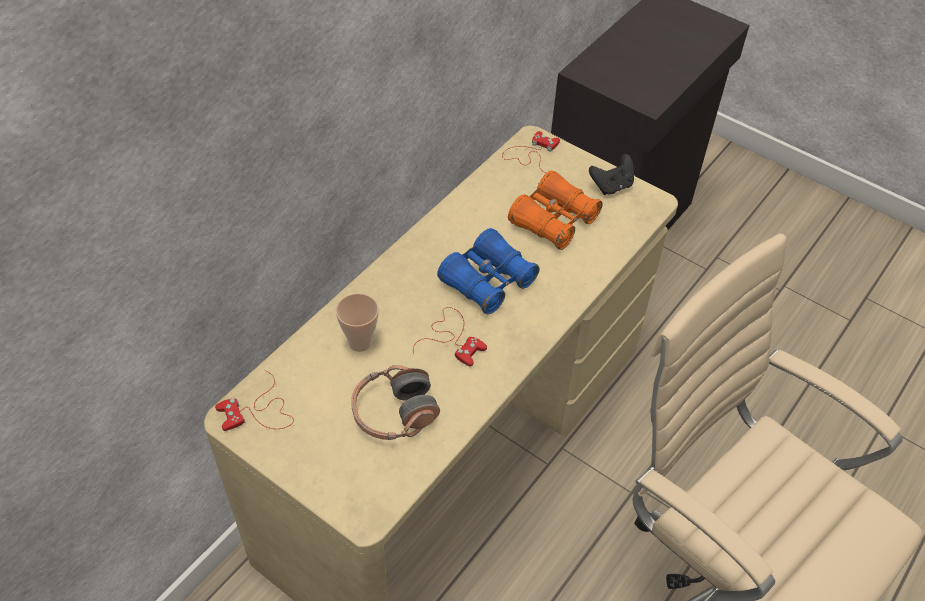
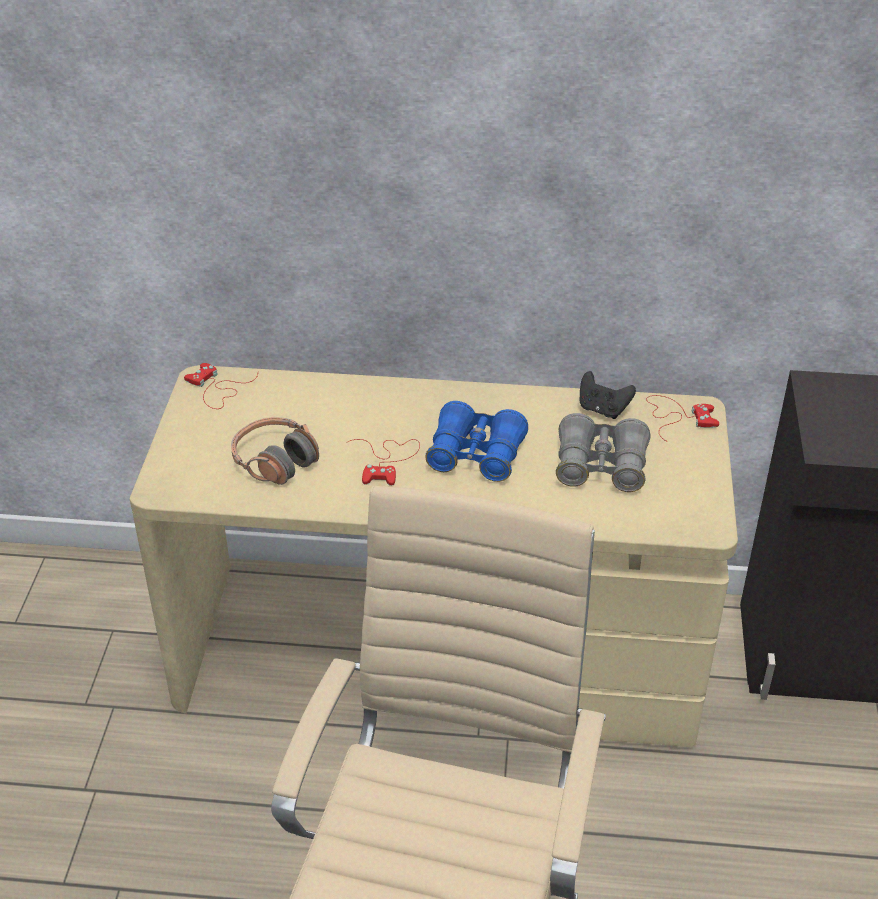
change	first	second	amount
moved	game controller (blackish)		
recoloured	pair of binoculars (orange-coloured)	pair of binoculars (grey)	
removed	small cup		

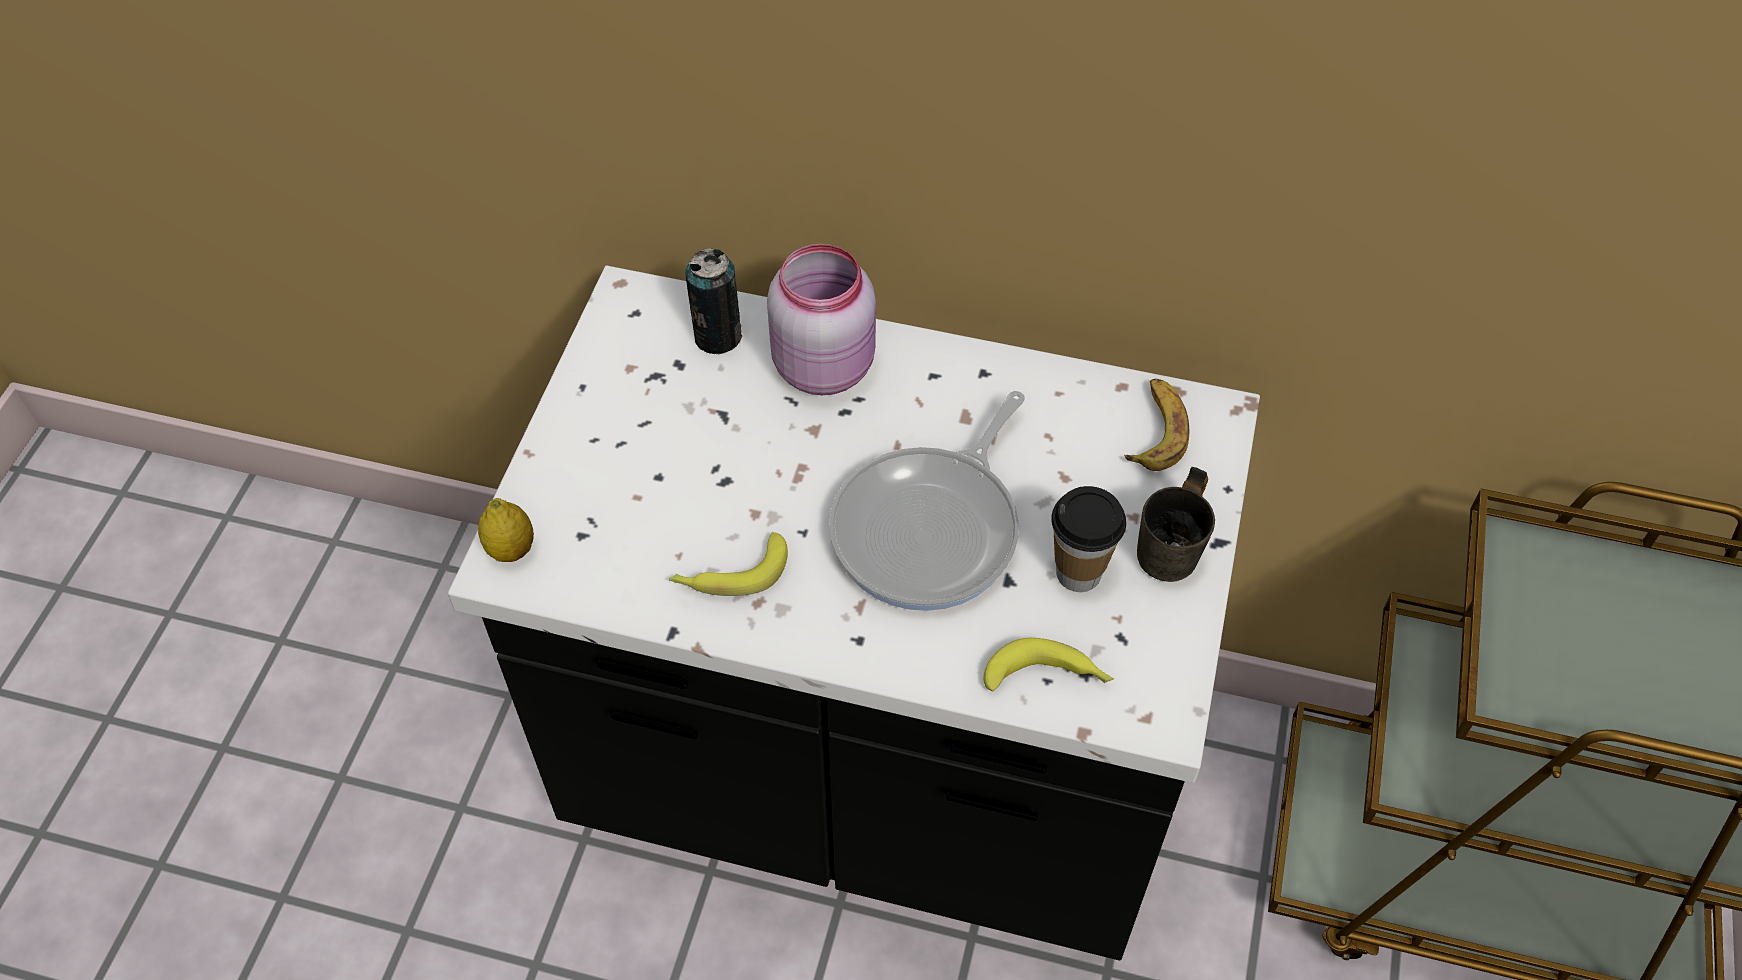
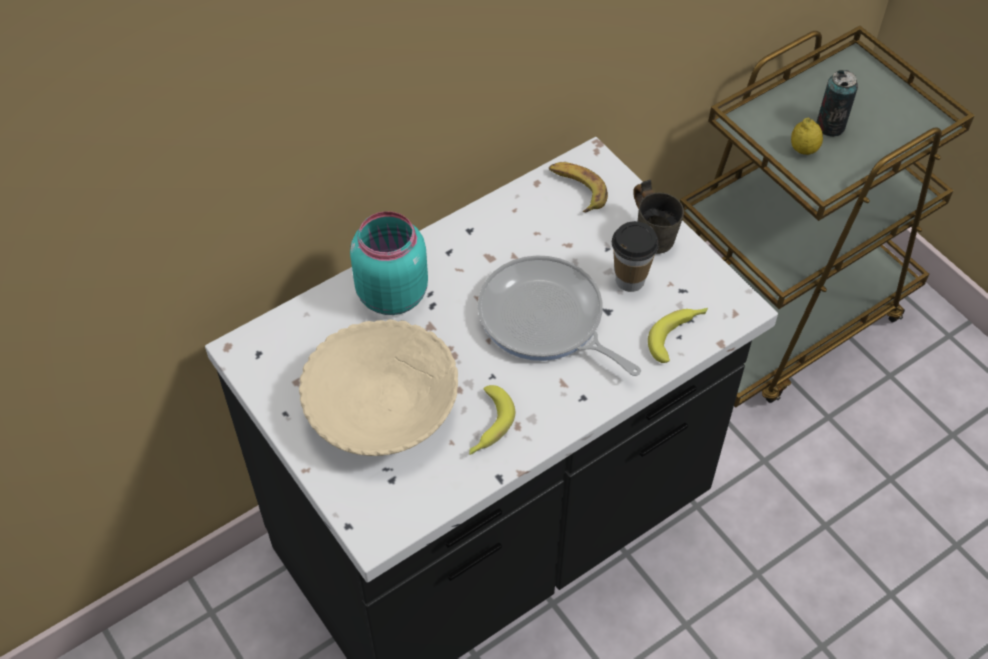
change	first	second	amount
recoloured	preserve jar (pink)	preserve jar (turquoise-coloured)	
moved	can		
turned	pan		150 degrees clockwise
moved	citrus fruit		
added		deep dish (beige-coloured)	

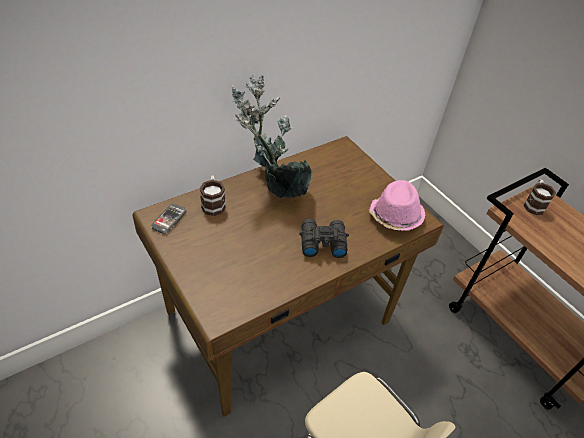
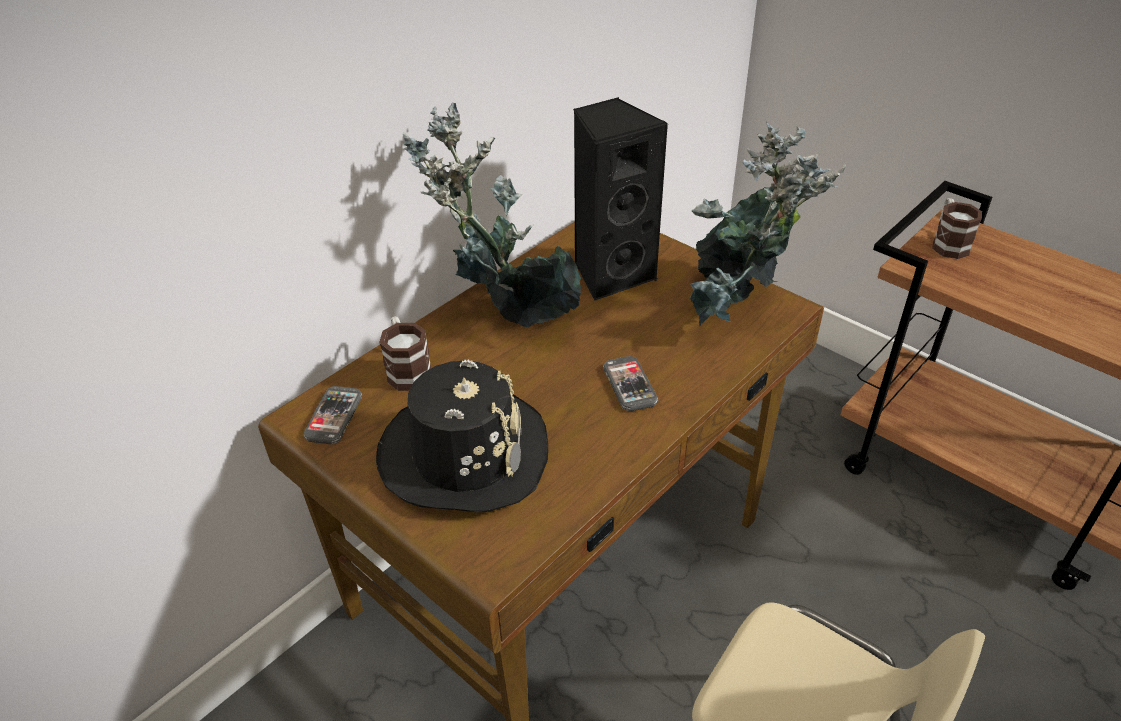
change	first	second	amount
replaced	wearable hat (pink)	houseplant (2nd from left)	
replaced	pair of binoculars (blackish)	handset (2nd from left)	
added		loudspeaker (blackish)	
added		wearable hat (blackish)	

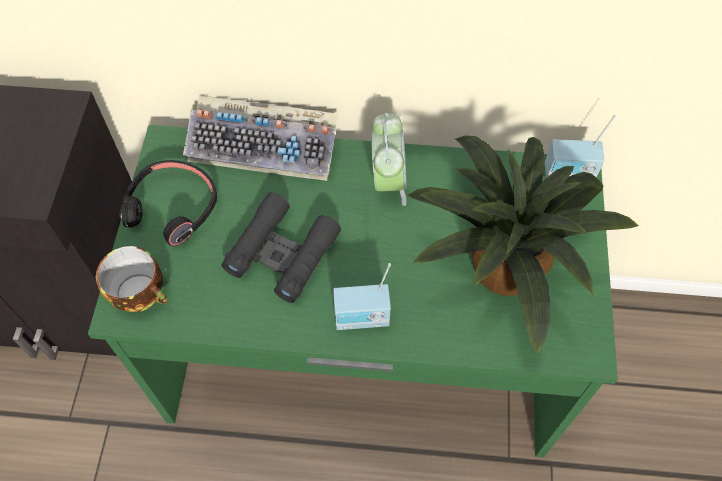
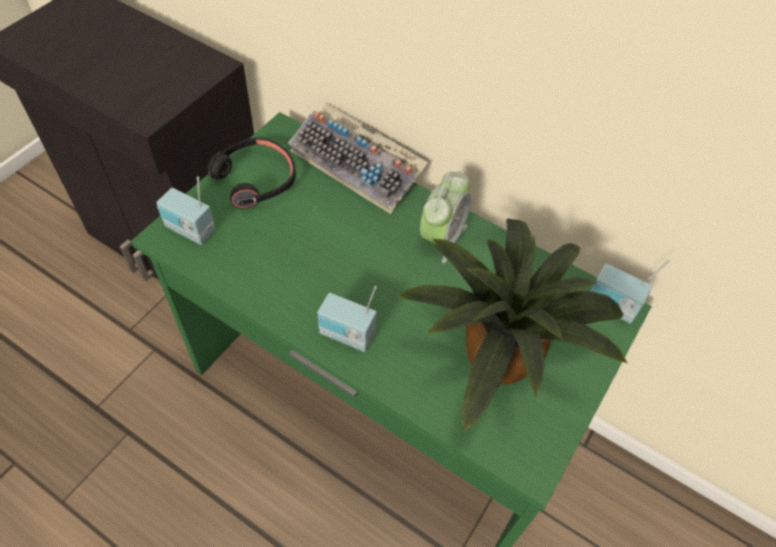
change	first	second	amount
removed	pair of binoculars (blackish)		
replaced	small cup	radio (1st from left)	

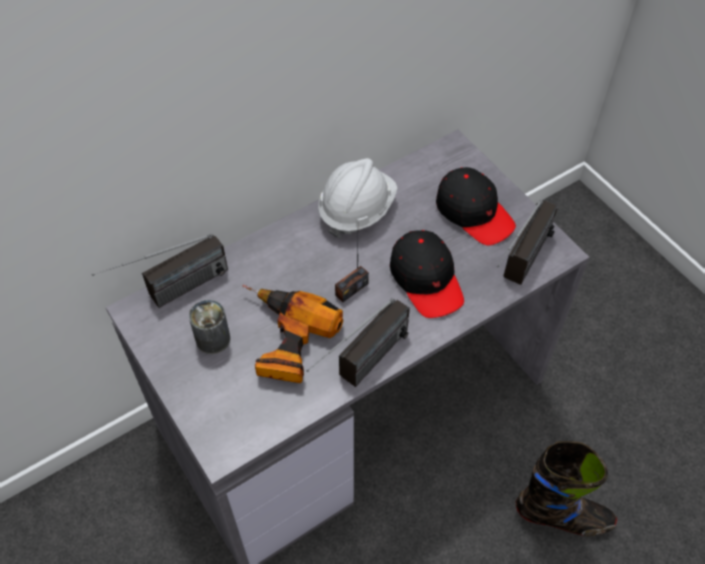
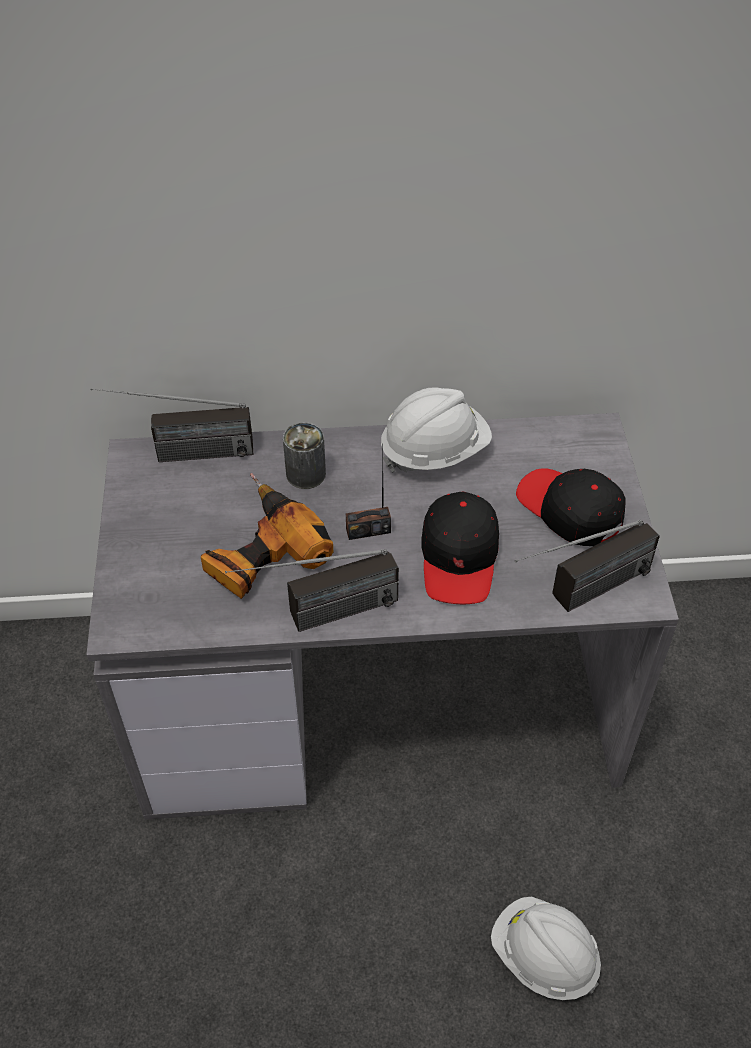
change	first	second	amount
turned	cap (blackish) (2nd from left)		150 degrees clockwise
moved	can		
replaced	tall boot (blackish)	safety helmet (white) (2nd from left)	

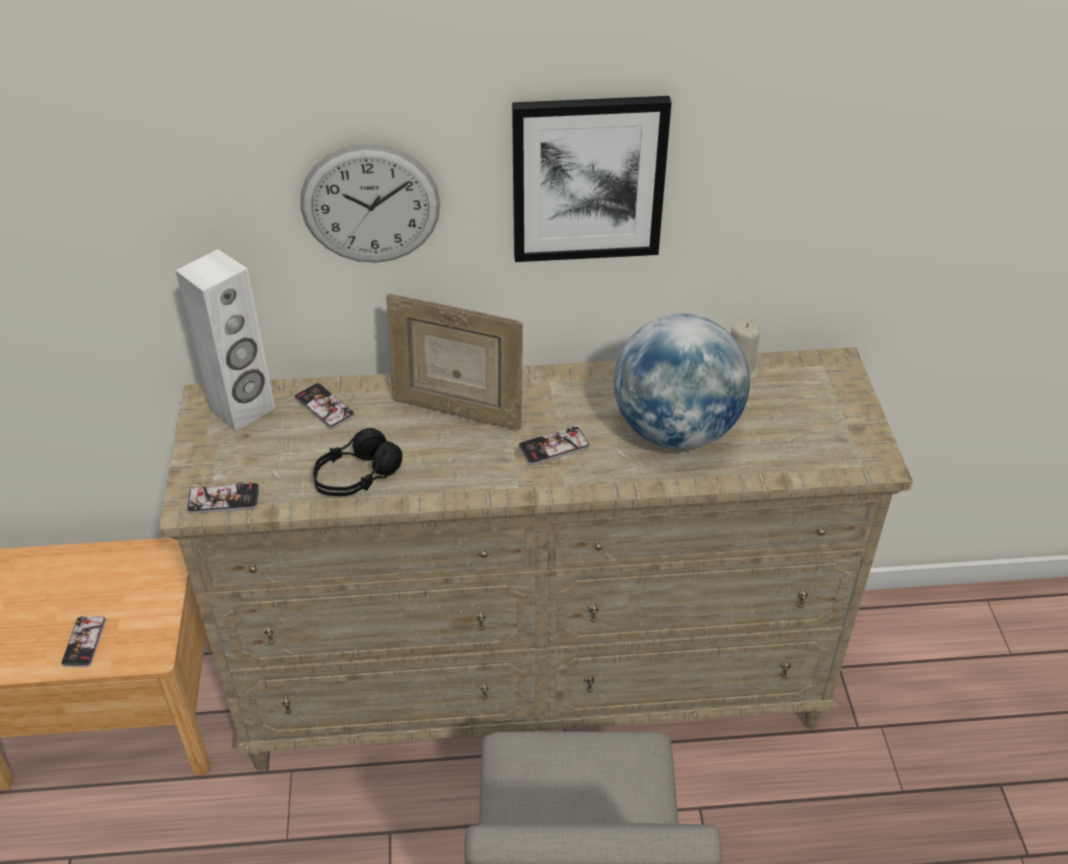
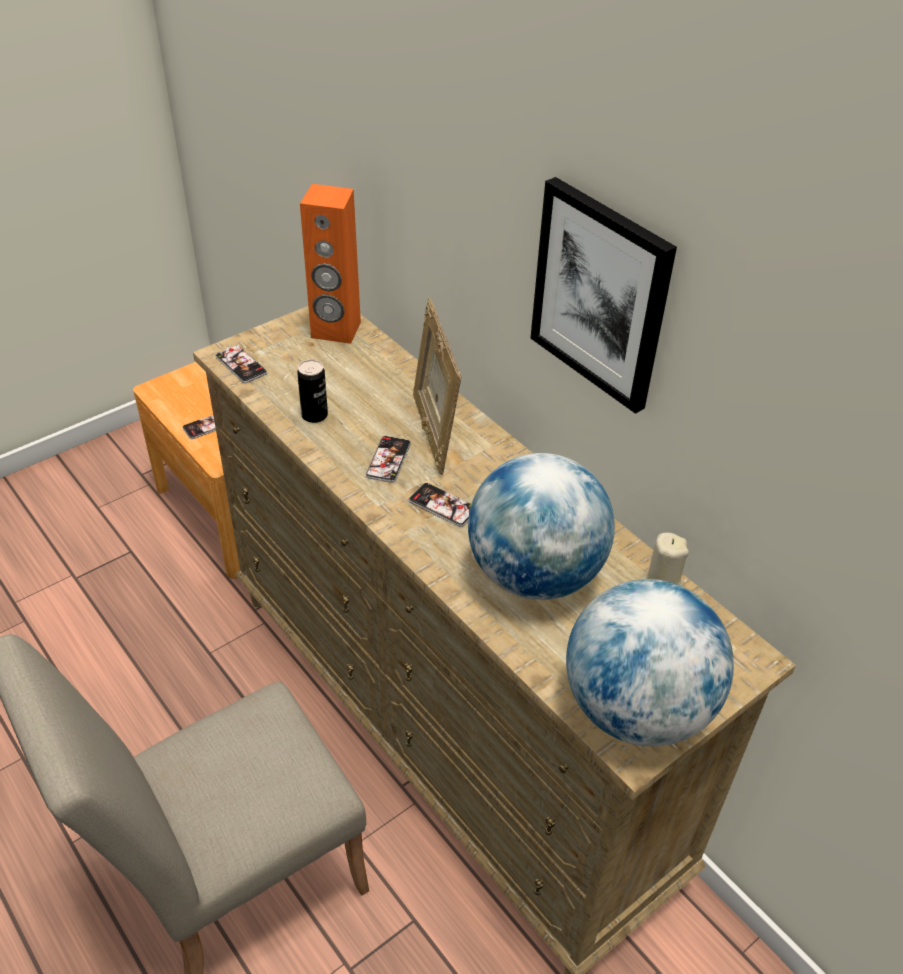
change	first	second	amount
removed	hanging clock		
recoloured	loudspeaker (white)	loudspeaker (orange-coloured)	
moved	handset (3rd from left)		
replaced	headset (blackish)	can	
added		globe (2nd from left)	

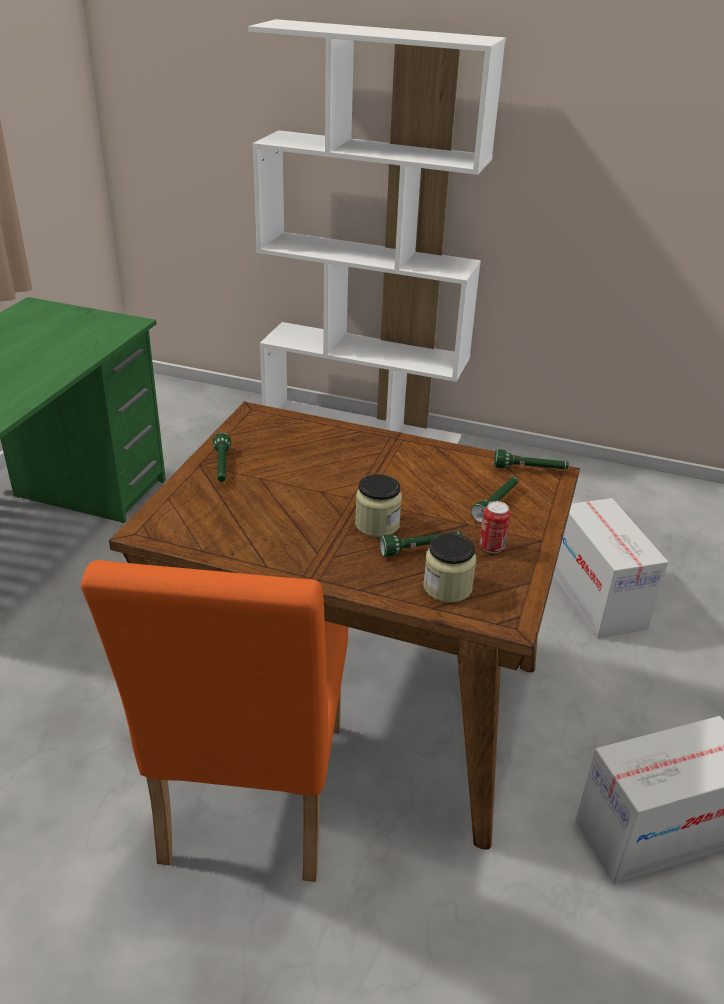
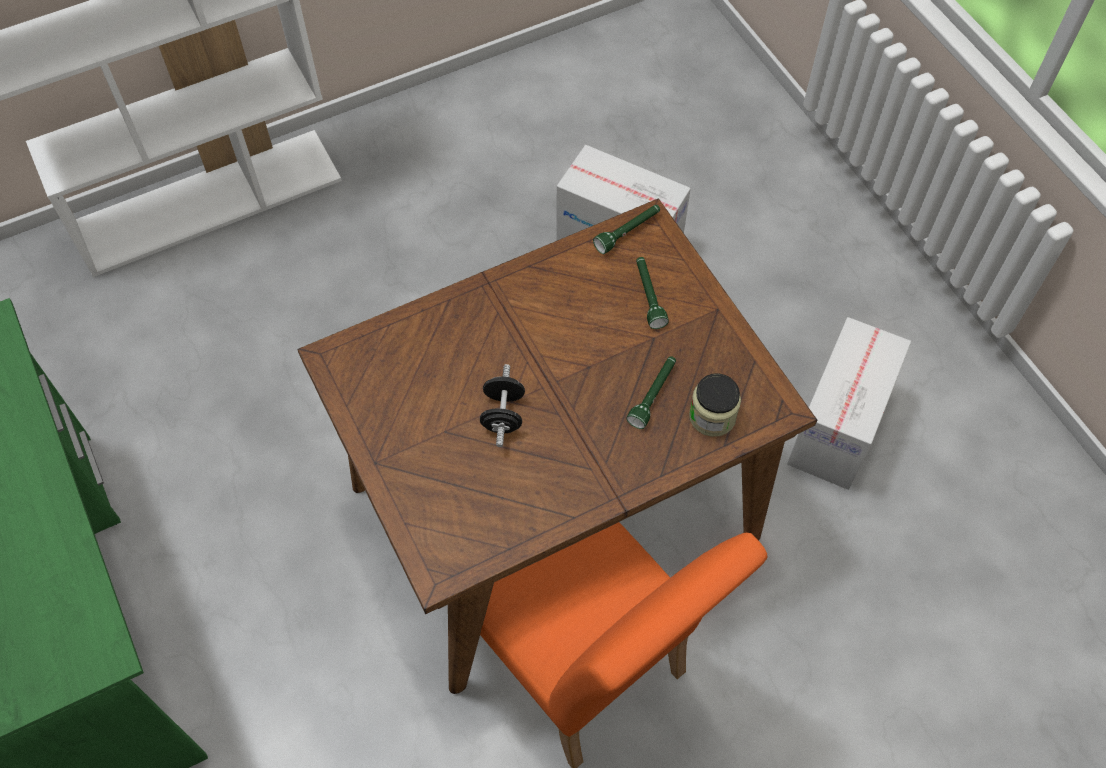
change	first	second	amount
removed	hand torch (green) (1st from left)		
removed	preserve jar (1st from left)		
removed	can		
added		free weight (blackish)	

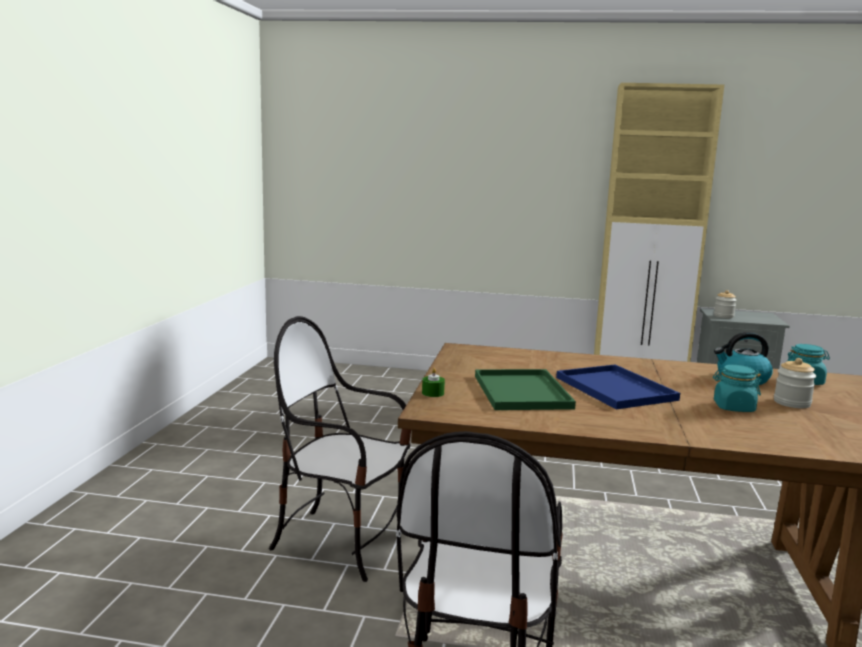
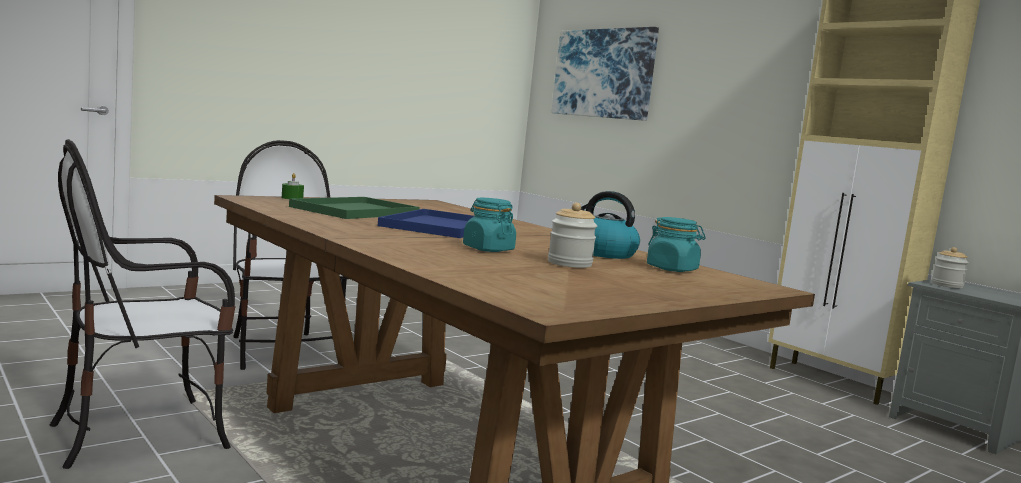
change	first	second	amount
added		picture	

